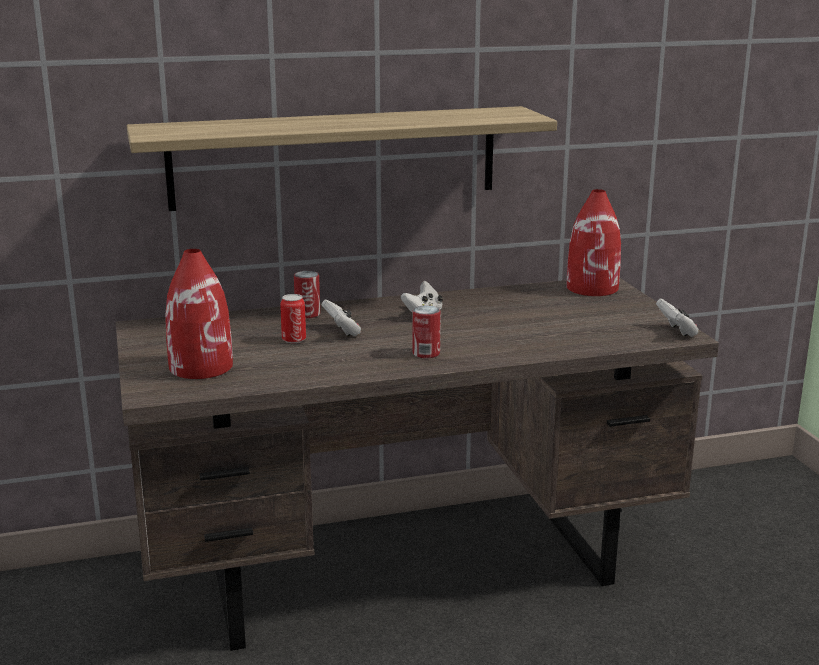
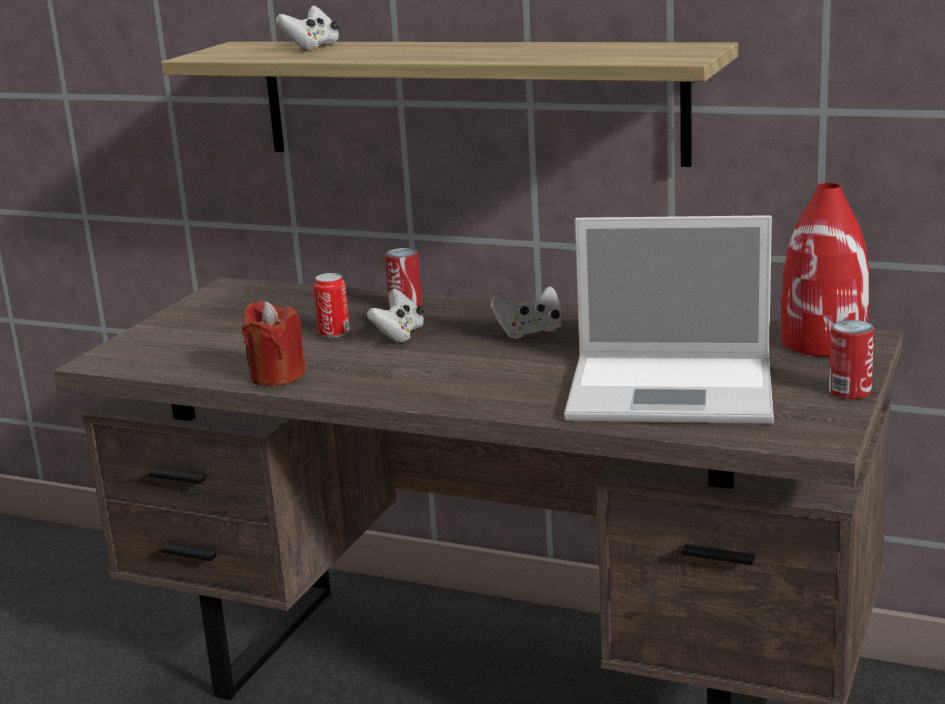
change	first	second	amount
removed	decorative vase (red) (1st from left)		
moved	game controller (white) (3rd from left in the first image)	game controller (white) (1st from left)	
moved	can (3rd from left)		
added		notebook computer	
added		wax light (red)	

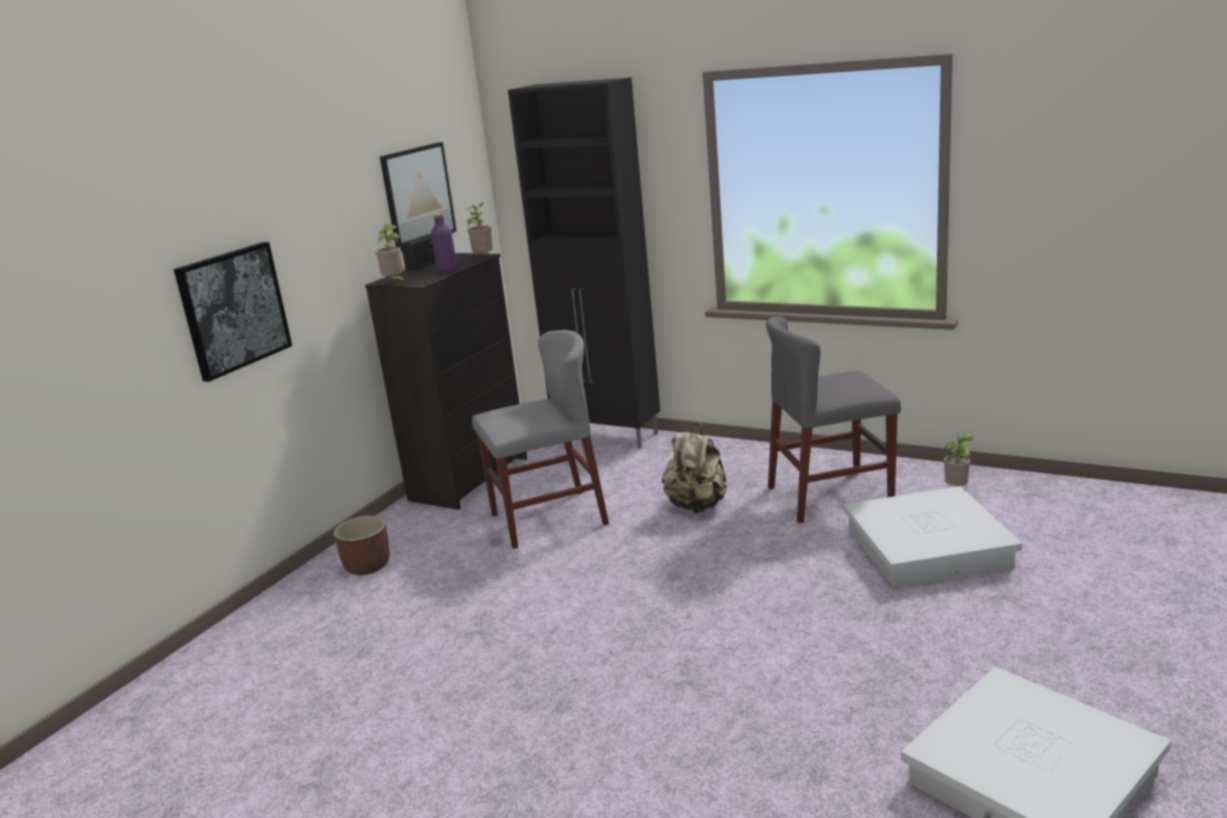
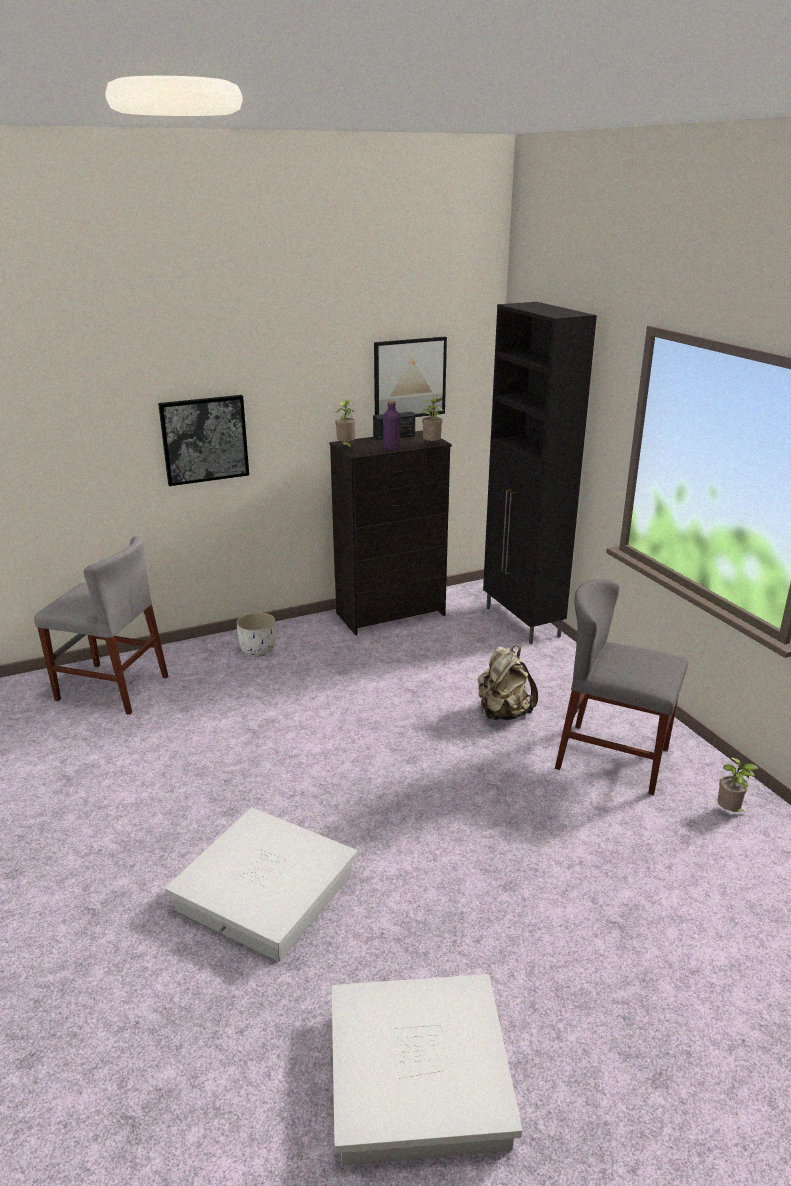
change	first	second	amount
moved	upright chair (grey) (1st from left)		
moved	storage container (white) (1st from left)		
recoloured	planter (brownish)	planter (white)	

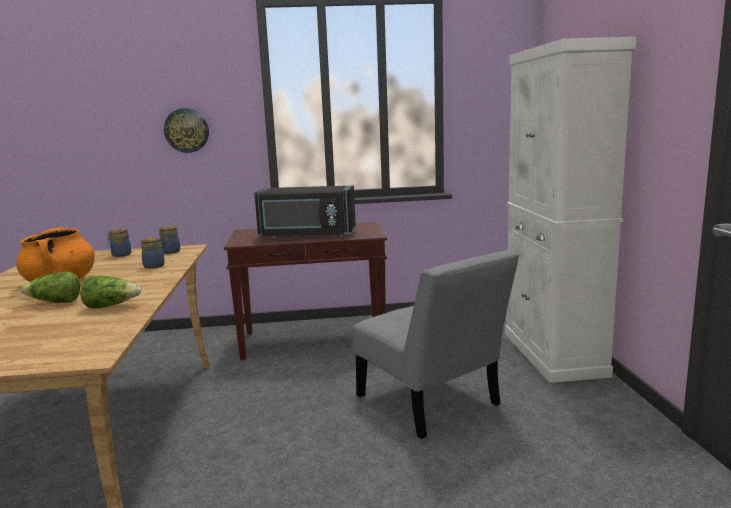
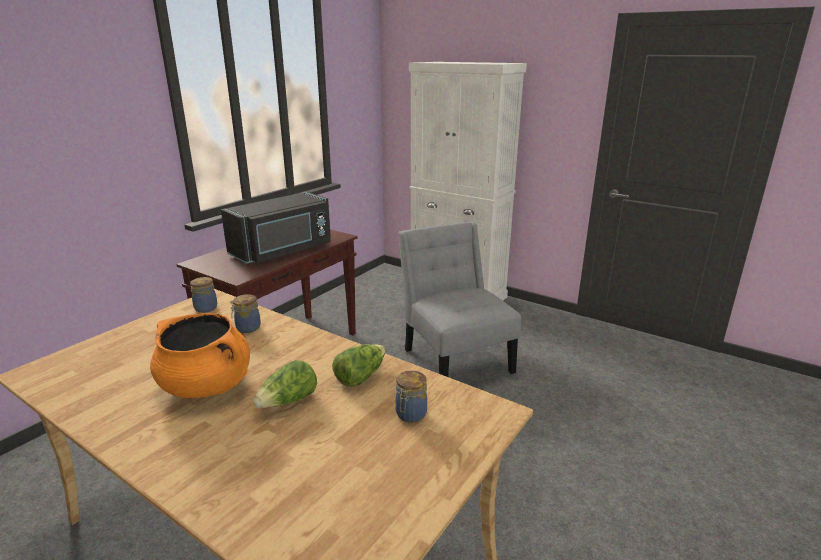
change	first	second	amount
removed	hanging clock		
moved	preserve jar (1st from left in the first image)	preserve jar (3rd from left)	
turned	upright chair (grey)		120 degrees counterclockwise

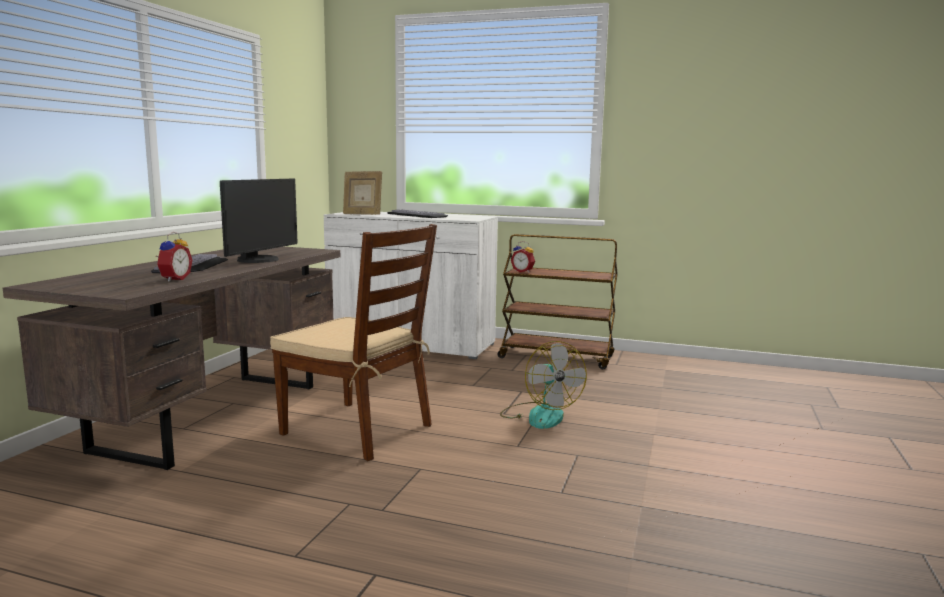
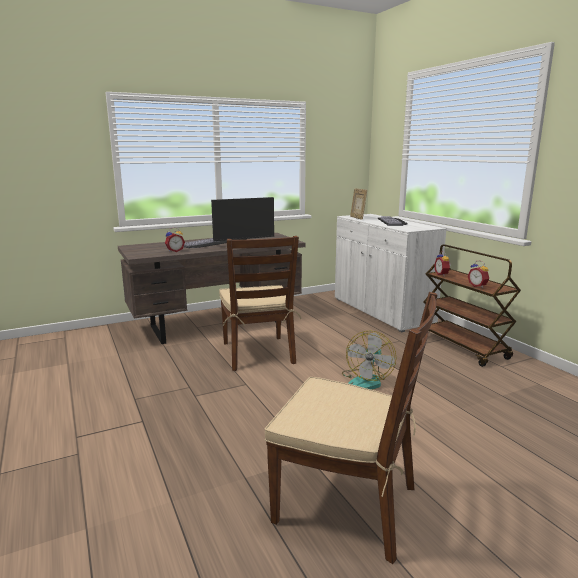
change	first	second	amount
added		alarm clock (3rd from left)	
added		upright chair (brownish) (2nd from left)	

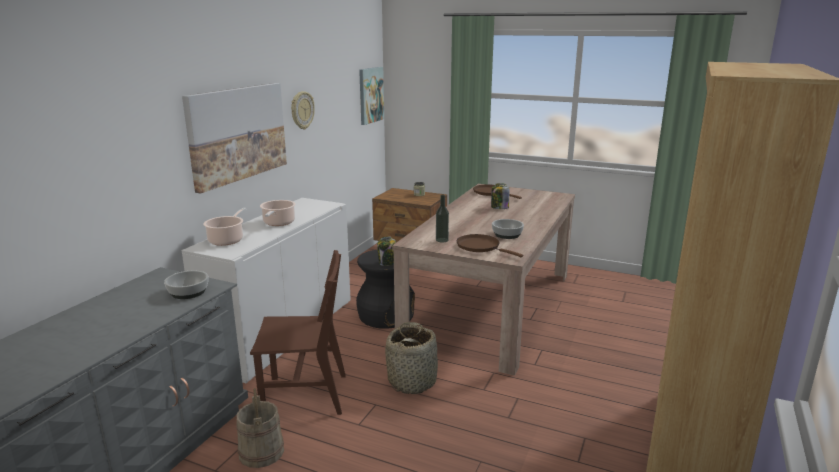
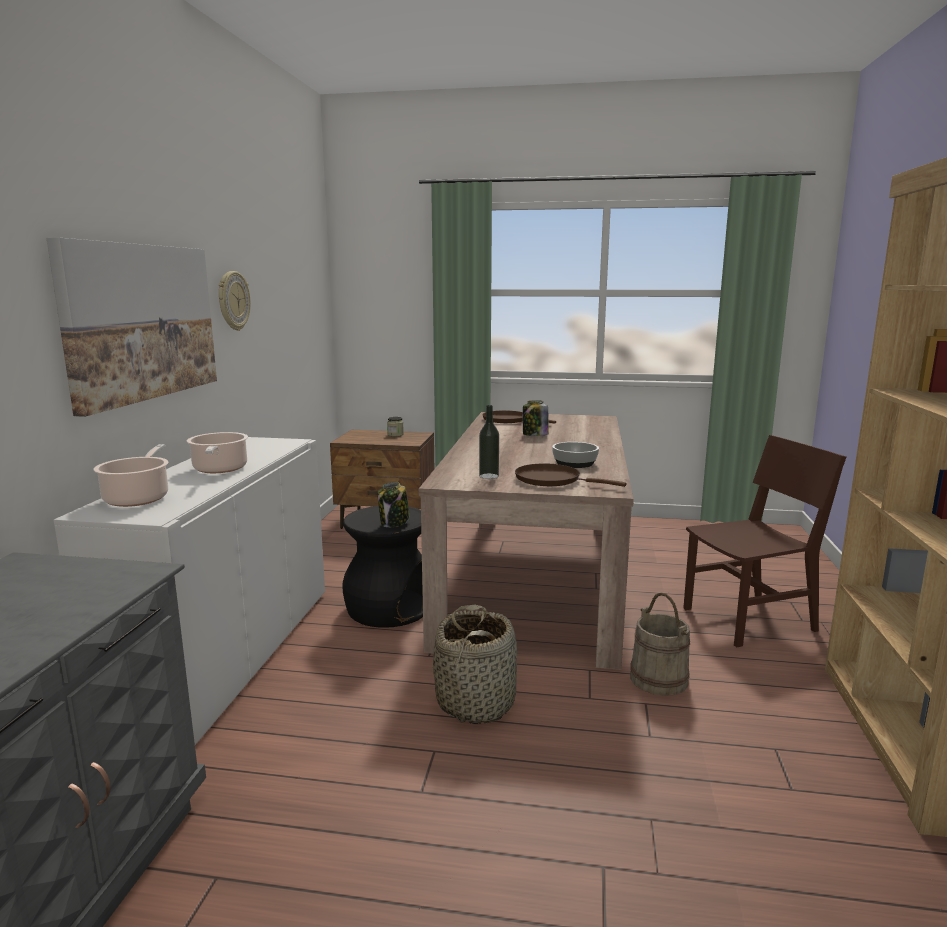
change	first	second	amount
removed	picture (2nd from left)		
moved	upright chair (brownish)		
removed	deep dish (1st from left)		
moved	pail (beige-coloured)		

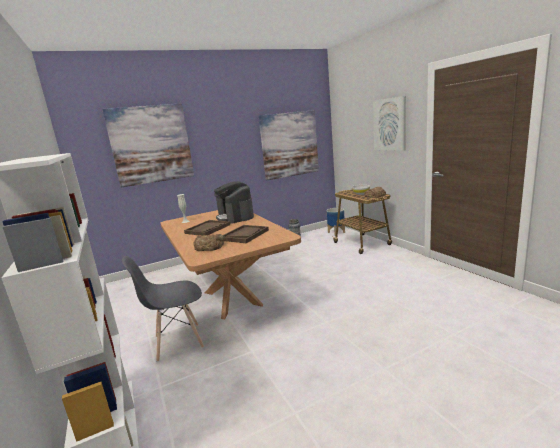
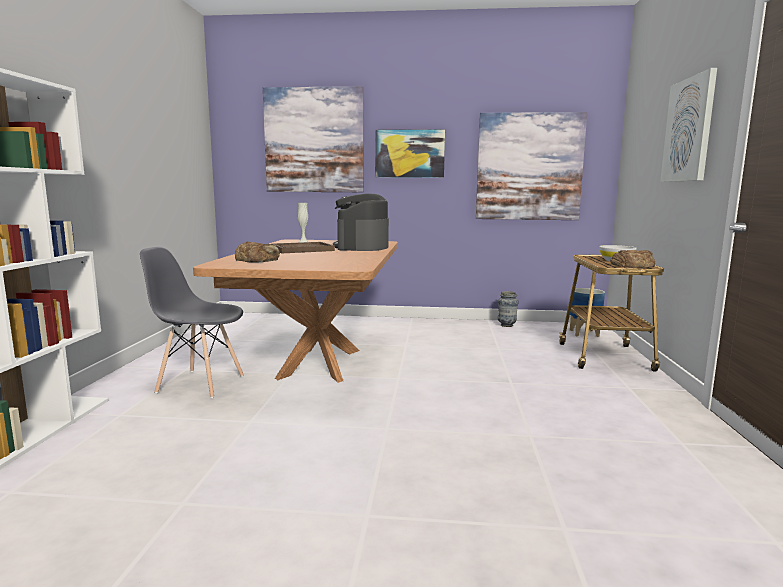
change	first	second	amount
removed	tray (brownish) (2nd from left)		
added		picture (2nd from left)	

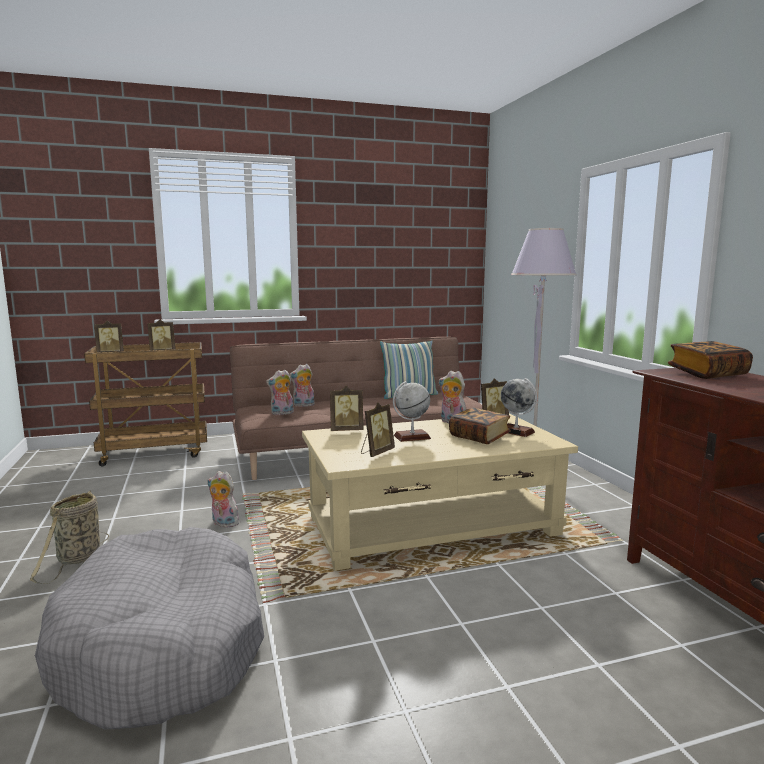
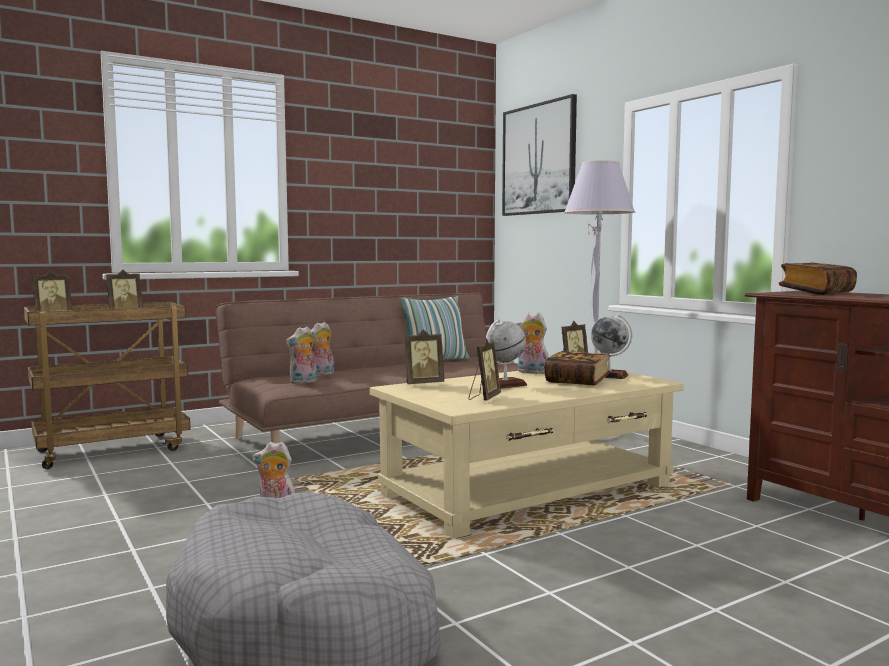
change	first	second	amount
removed	basket		
added		picture	

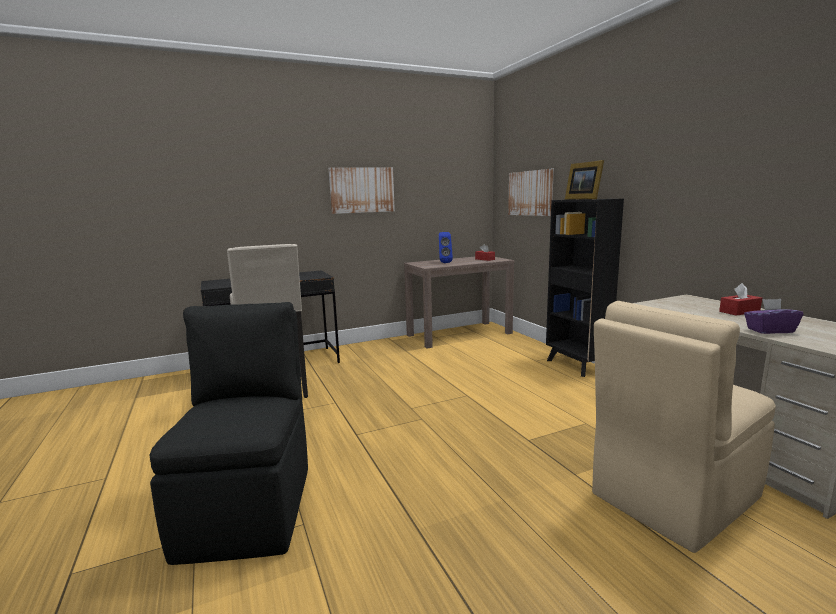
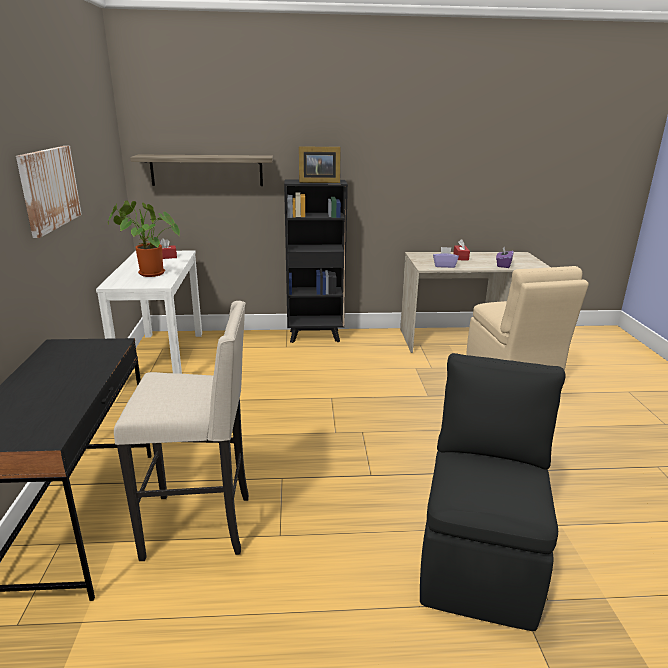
change	first	second	amount
replaced	picture (2nd from left)	bracket shelf	
replaced	loudspeaker (blue-coloured)	houseplant	
recoloured	console table (brownish)	console table (white)	
turned	upright chair (blackish)		90 degrees clockwise
added		tissue box (purple-coloured) (1st from left)	

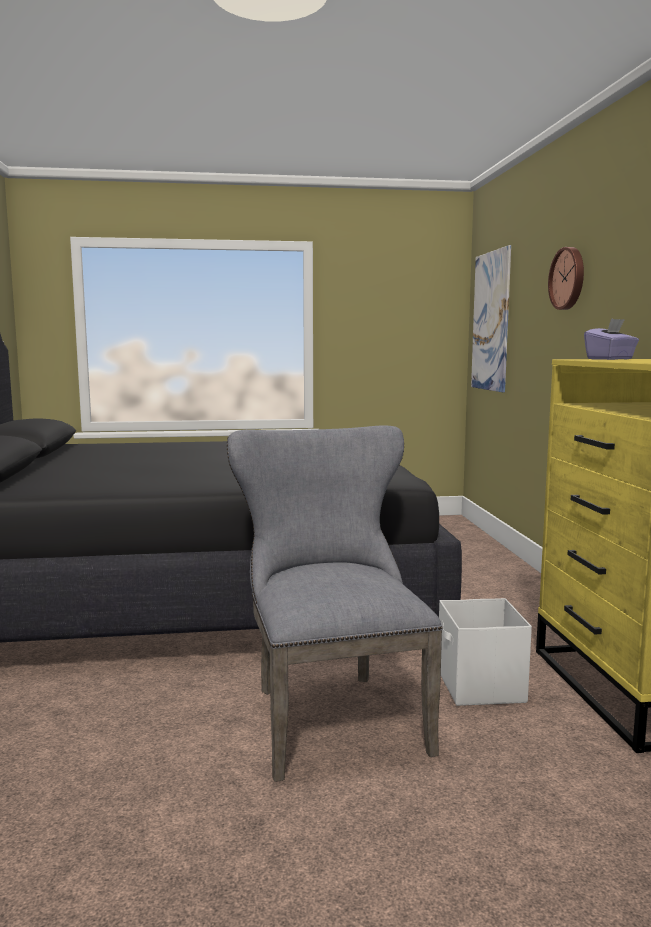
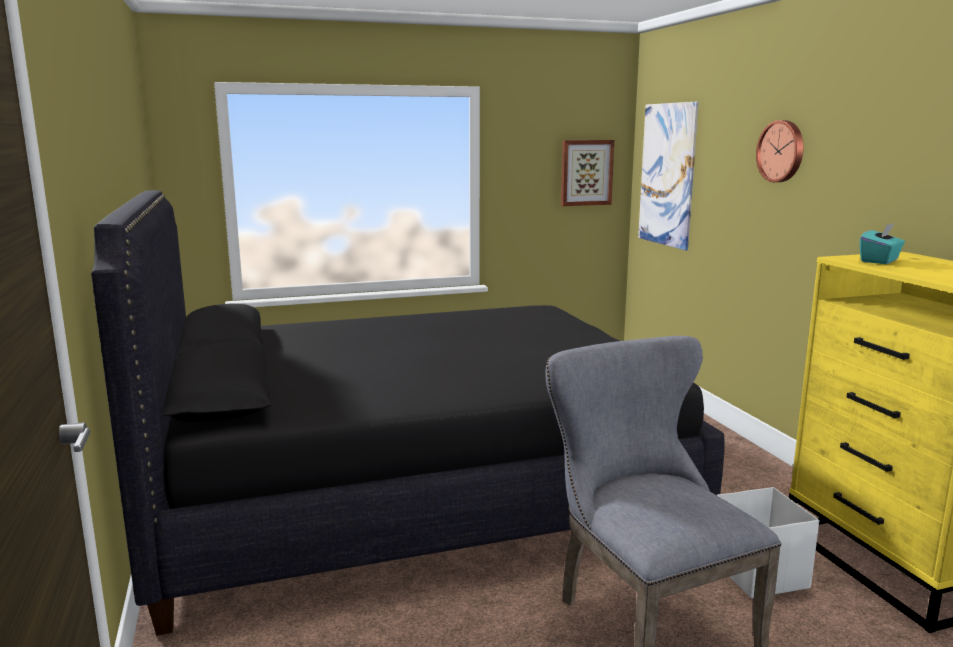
change	first	second	amount
recoloured	tissue box (purple-coloured)	tissue box (turquoise-coloured)	
added		picture (1st from left)	

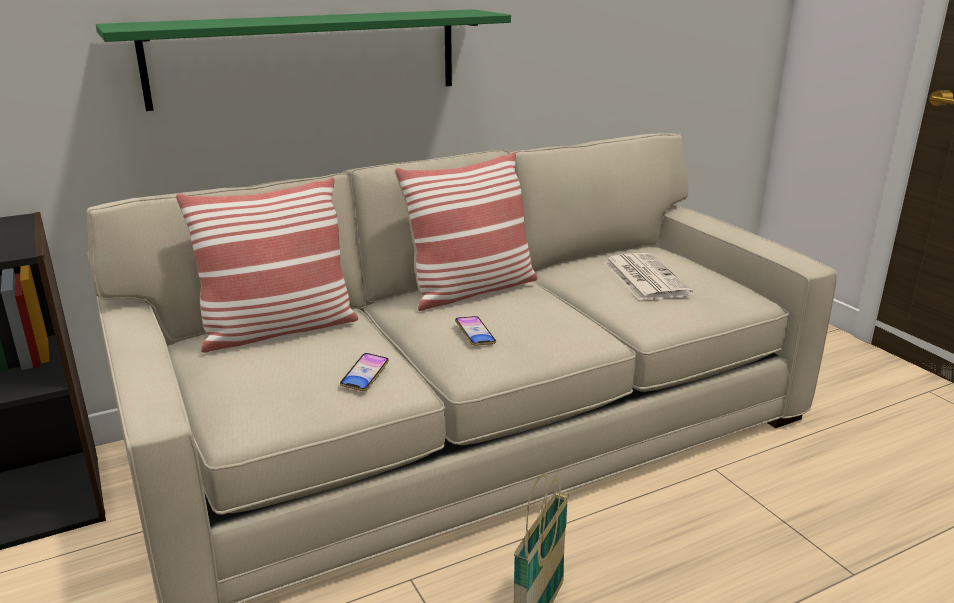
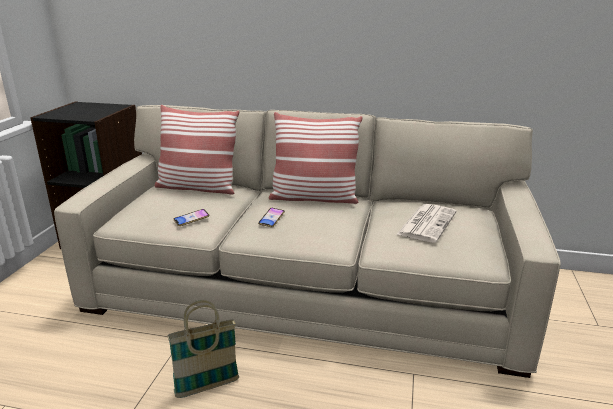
change	first	second	amount
removed	bracket shelf (green)		

